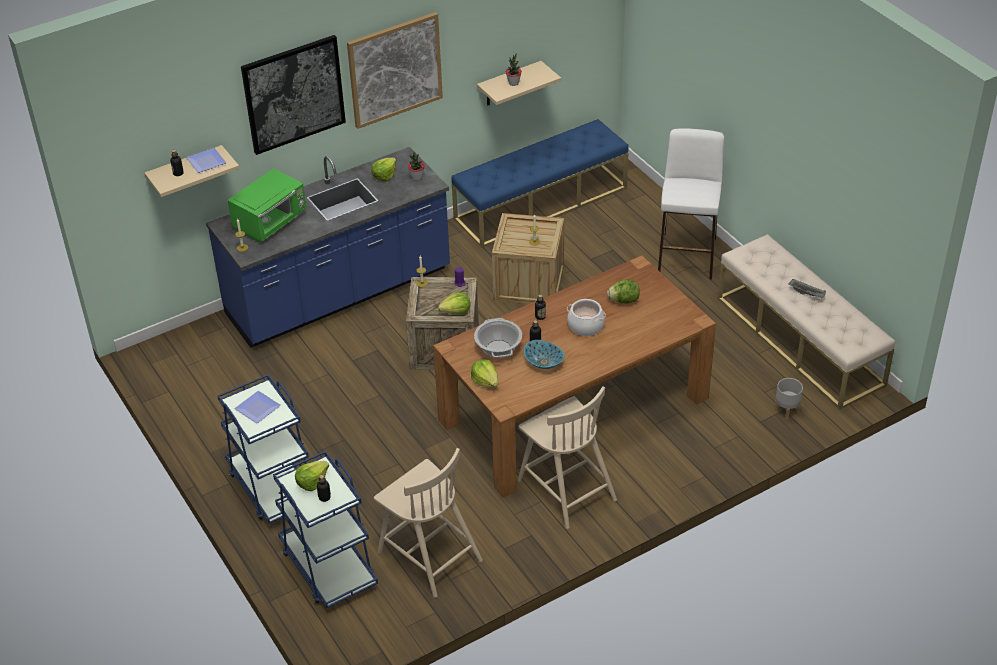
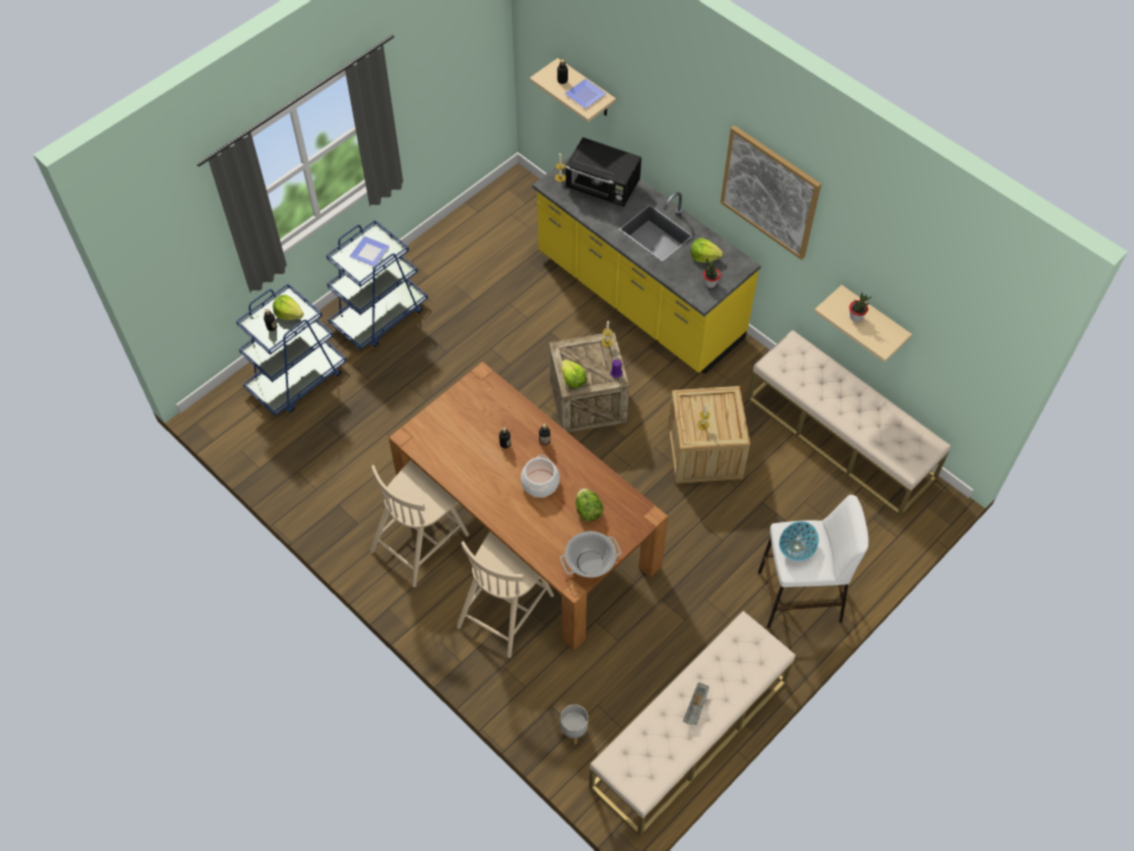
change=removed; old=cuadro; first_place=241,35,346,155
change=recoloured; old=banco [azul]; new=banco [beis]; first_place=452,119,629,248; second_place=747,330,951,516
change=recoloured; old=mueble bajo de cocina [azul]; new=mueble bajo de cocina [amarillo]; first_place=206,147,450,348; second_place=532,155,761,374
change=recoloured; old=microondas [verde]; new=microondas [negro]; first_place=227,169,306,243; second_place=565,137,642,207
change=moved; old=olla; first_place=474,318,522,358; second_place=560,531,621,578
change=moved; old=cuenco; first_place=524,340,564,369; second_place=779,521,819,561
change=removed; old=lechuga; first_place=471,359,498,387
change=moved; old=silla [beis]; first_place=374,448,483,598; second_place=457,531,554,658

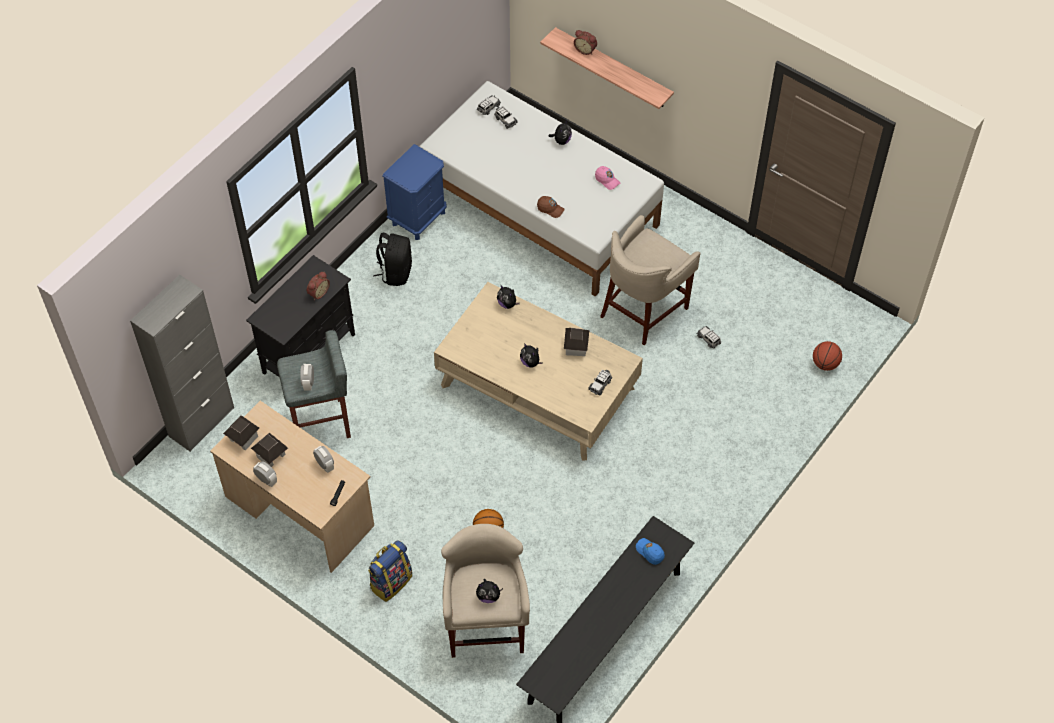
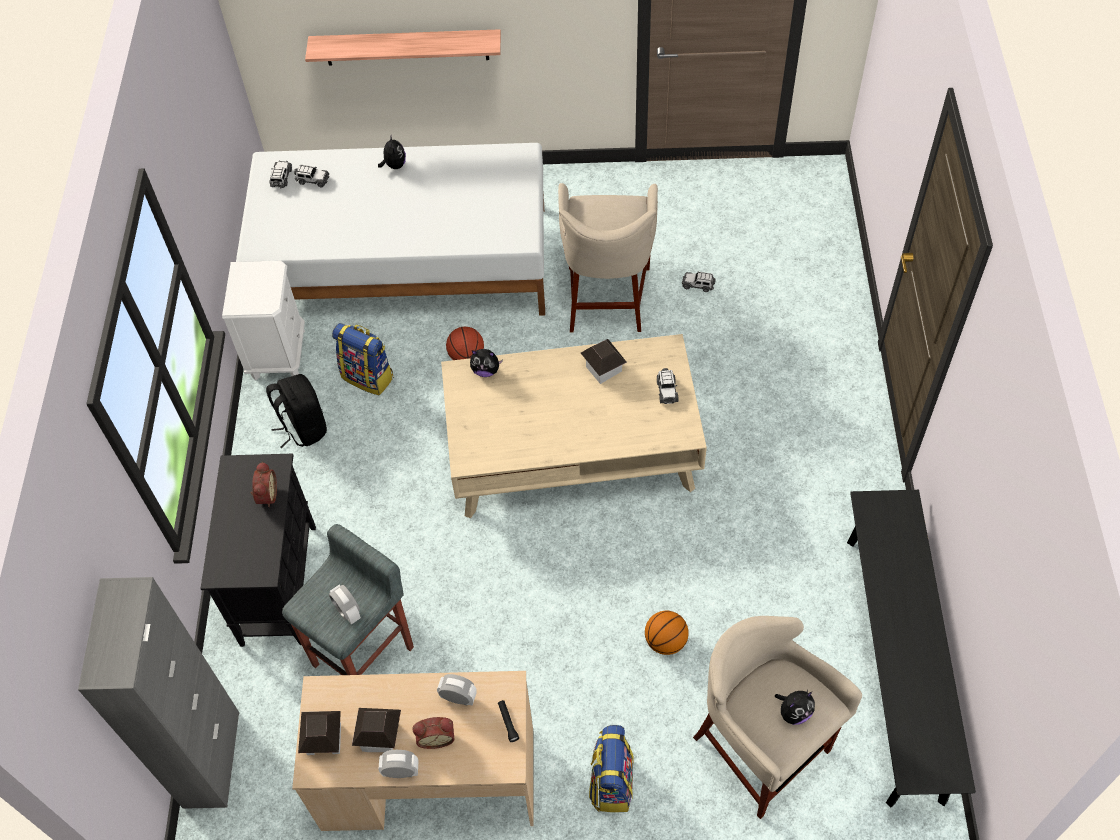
change=moved; old=despertador; first_place=574,30,597,55; second_place=412,717,454,749
change=recoloured; old=mesita de noche [azul]; new=mesita de noche [blanco]; first_place=382,144,447,240; second_place=222,261,305,380
change=removed; old=gorra [rosa]; first_place=595,166,620,190
change=removed; old=gorra [marrón]; first_place=537,196,565,218
change=moved; old=balón de baloncesto; first_place=813,341,842,371; second_place=446,327,484,360
change=removed; old=peluche; first_place=520,343,543,367
change=removed; old=gorra [azul]; first_place=636,538,665,565
change=added; new=mochila; second_place=332,323,394,395

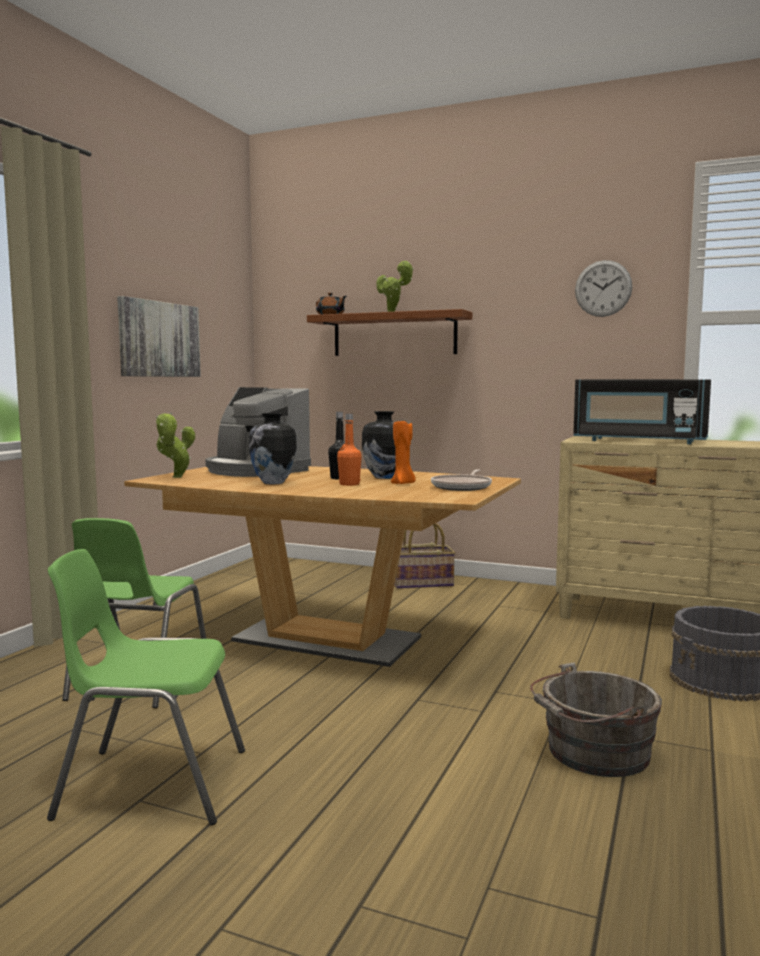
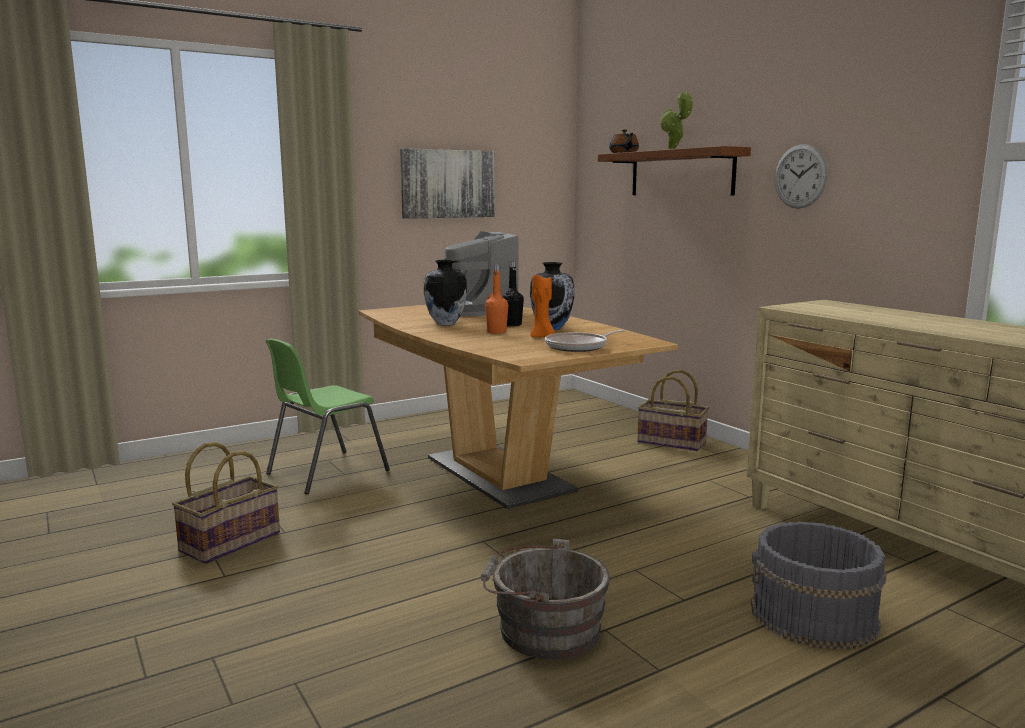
change=moved; old=reloj de pared; first_place=575,260,632,317; second_place=775,144,828,209
change=removed; old=microondas [negro]; first_place=573,379,711,444
change=removed; old=planta en maceta; first_place=156,412,195,478
change=replaced; old=silla [verde]; new=cesta; first_place=47,549,245,825; second_place=172,442,280,564

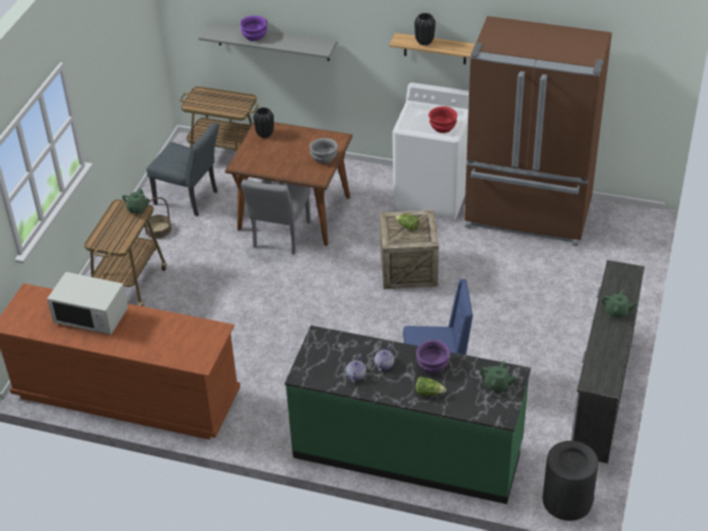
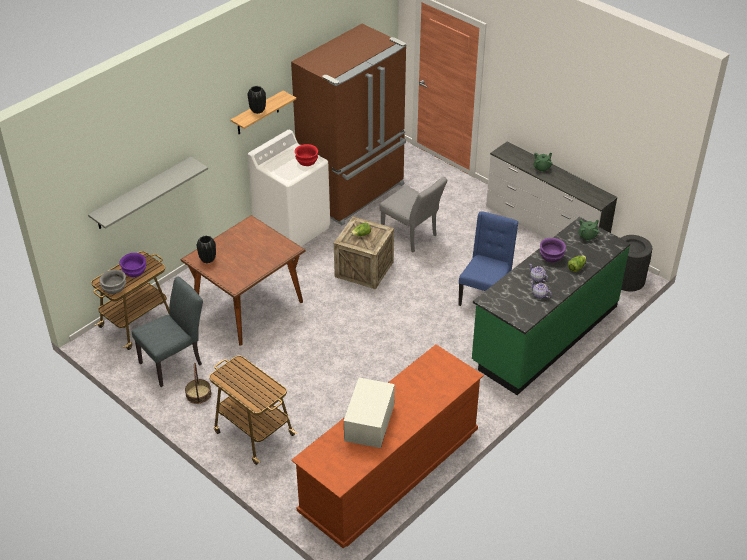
change=moved; old=cuenco [morado]; first_place=240,16,267,41; second_place=119,253,146,277
change=moved; old=cuenco [gris]; first_place=310,138,338,163; second_place=99,269,126,294
change=moved; old=silla [gris]; first_place=241,179,311,254; second_place=379,177,447,252
change=removed; old=tetera [verde]; first_place=122,188,150,214
change=turned; old=microondas [blanco]; first_place=47,272,128,335; second_place=344,378,395,448; degrees=150

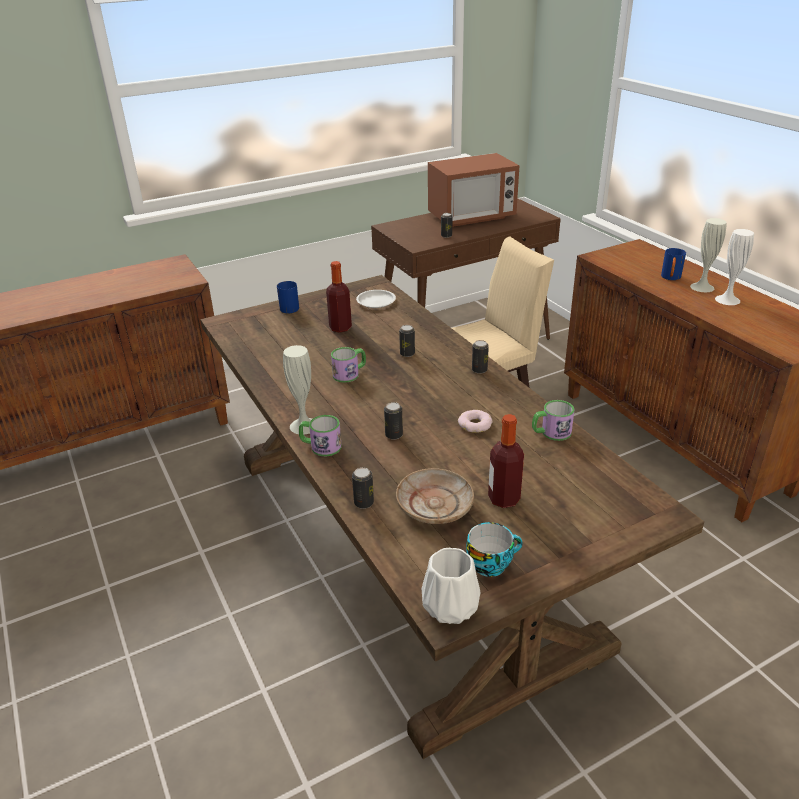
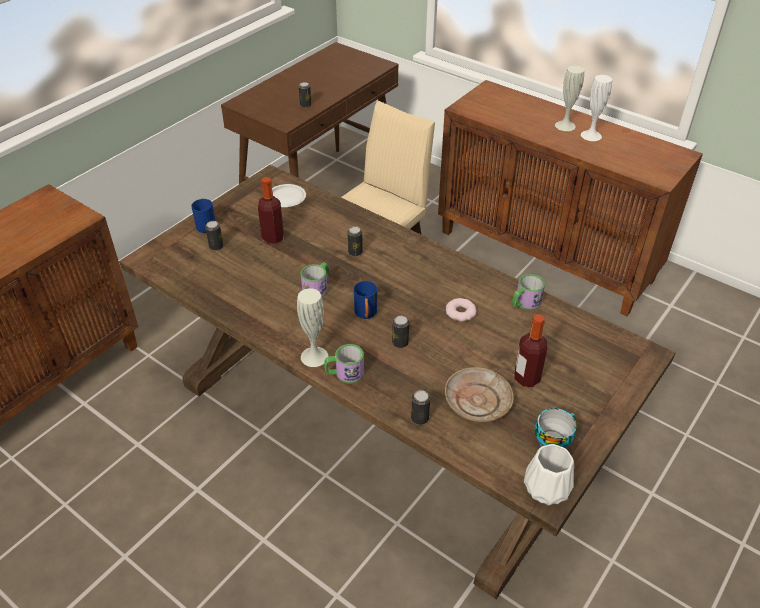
change=removed; old=microondas; first_place=428,153,520,227
change=moved; old=taza grande [azul]; first_place=661,248,686,280; second_place=354,281,377,319
change=moved; old=lata; first_place=472,340,489,374; second_place=205,221,223,250

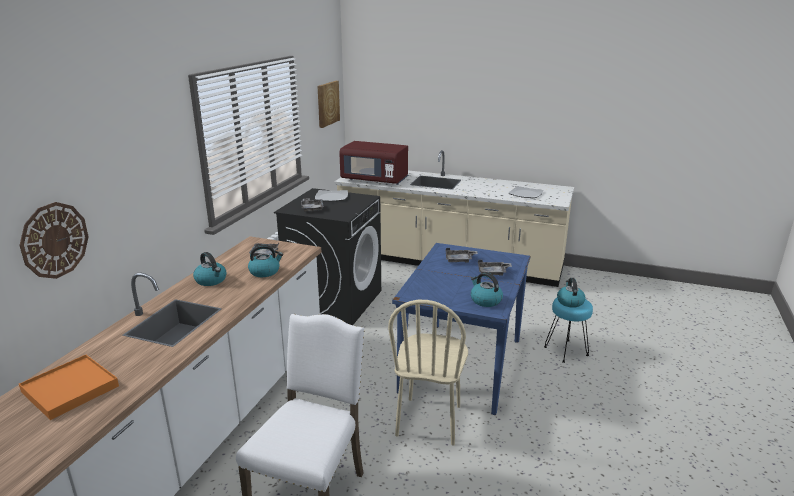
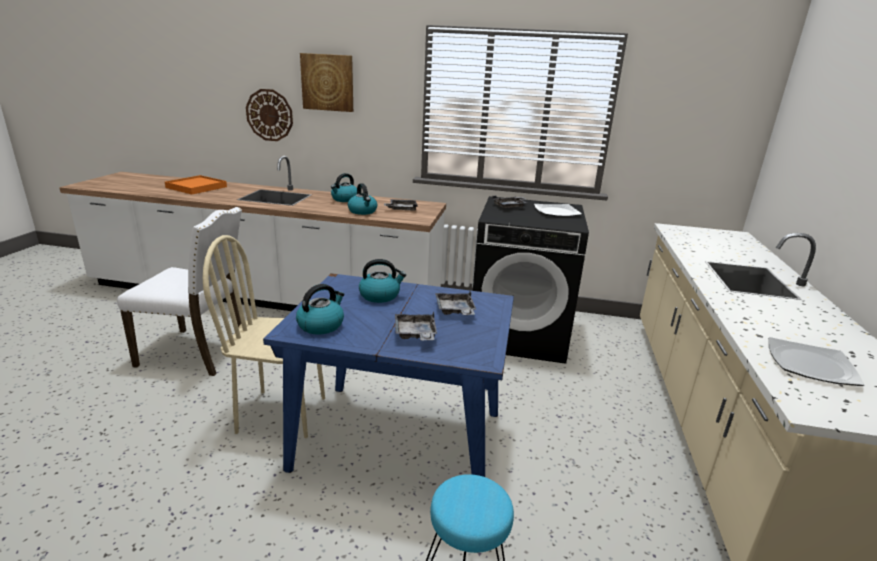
change=moved; old=cuadro; first_place=317,81,340,128; second_place=300,53,353,112
change=removed; old=microondas [rojo]; first_place=339,141,408,185
change=moved; old=hervidor; first_place=557,278,586,308; second_place=359,259,406,303

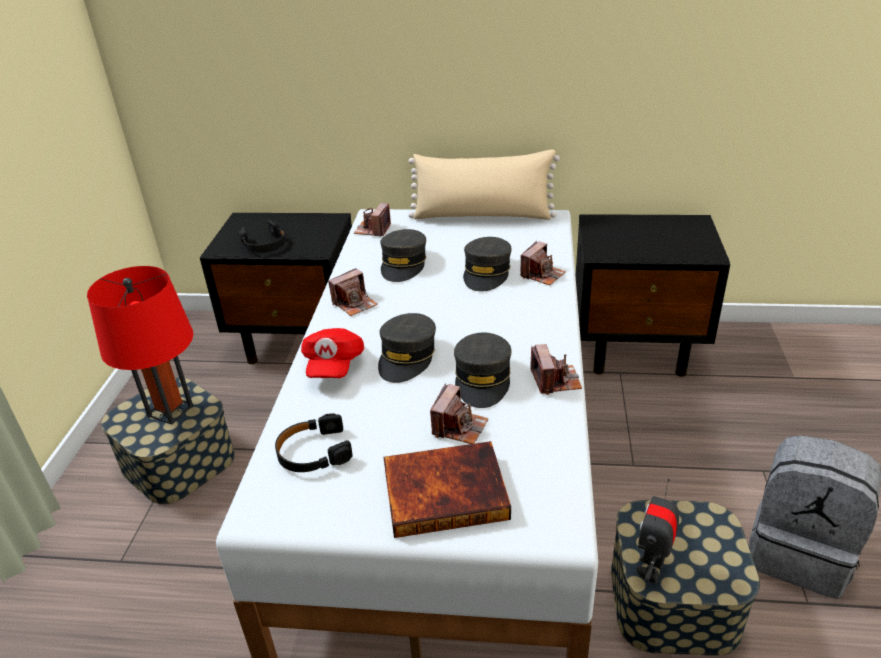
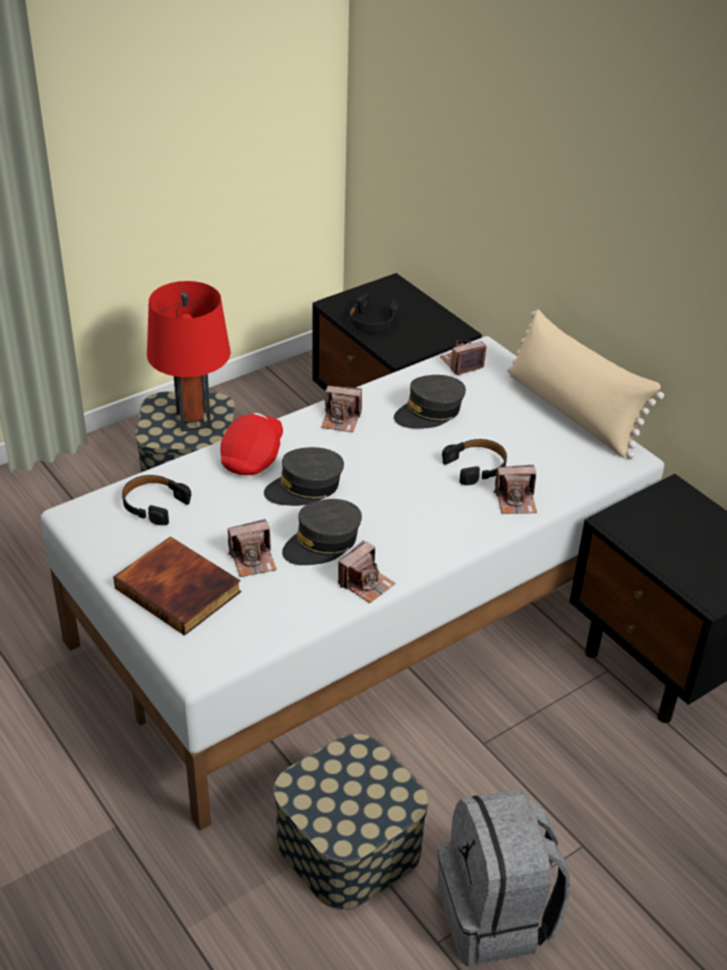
change=replaced; old=gorra [gris]; new=auriculares [negro]; first_place=463,237,512,292; second_place=442,439,507,485
change=turned; old=gorra [rojo]; first_place=301,328,364,378; second_place=221,413,283,475; degrees=150
change=removed; old=robot de juguete; first_place=636,479,679,584

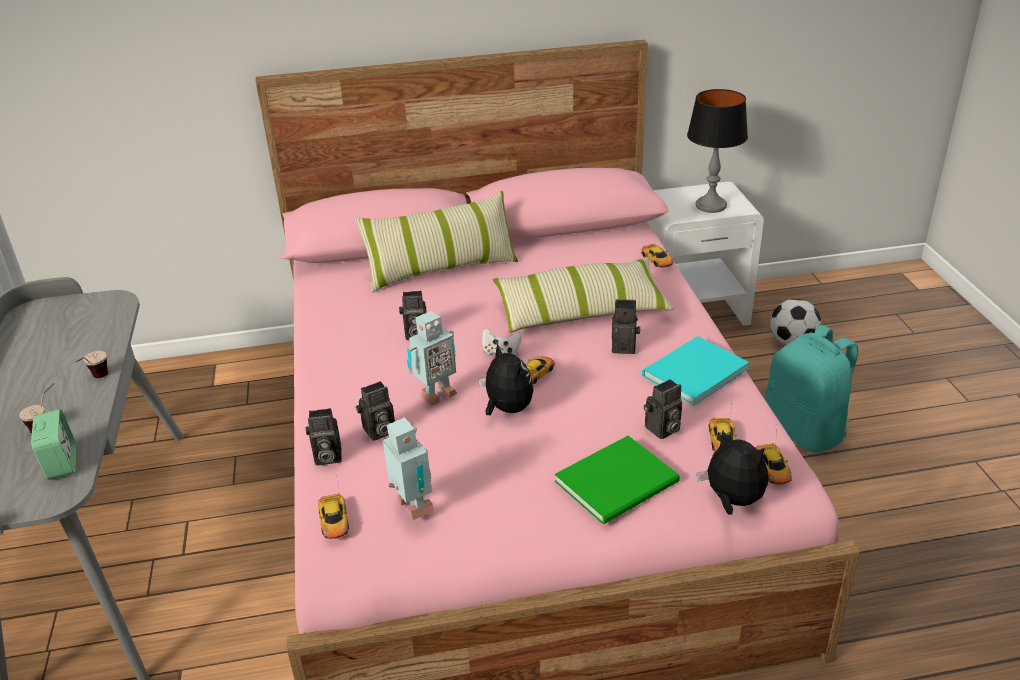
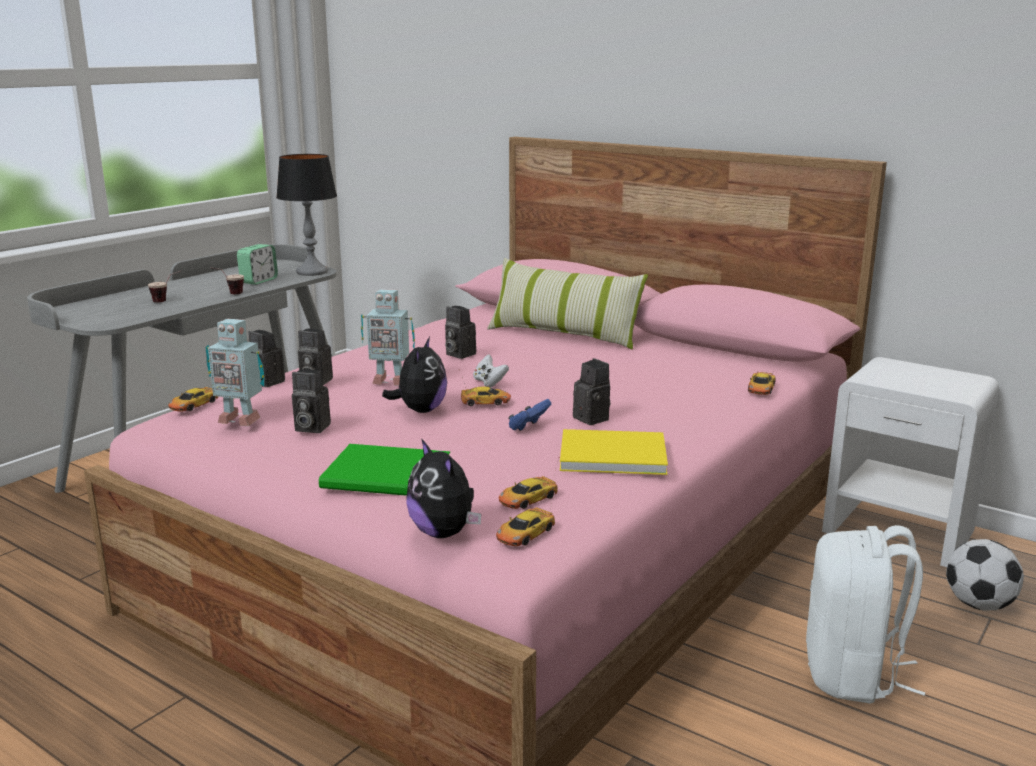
change=moved; old=lámpara de mesa; first_place=687,89,748,213; second_place=276,154,337,276
change=removed; old=cojín; first_place=493,257,673,333
change=recoloured; old=mochila [turquesa]; new=mochila [blanco]; first_place=765,325,858,452; second_place=806,525,925,704
change=recoloured; old=libro [turquesa]; new=libro [amarillo]; first_place=642,336,749,406; second_place=560,429,668,475
change=moved; old=cámara; first_place=644,379,682,439; second_place=292,369,331,433
change=moved; old=despertador; first_place=31,409,76,480; second_place=237,244,278,285
change=turned; old=robot de juguete; first_place=383,417,434,520; second_place=205,319,264,426; degrees=90
change=turned; old=peluche; first_place=697,430,768,515; second_place=406,440,481,538; degrees=150
change=added; new=mando de consola [azul]; second_place=508,399,551,431

